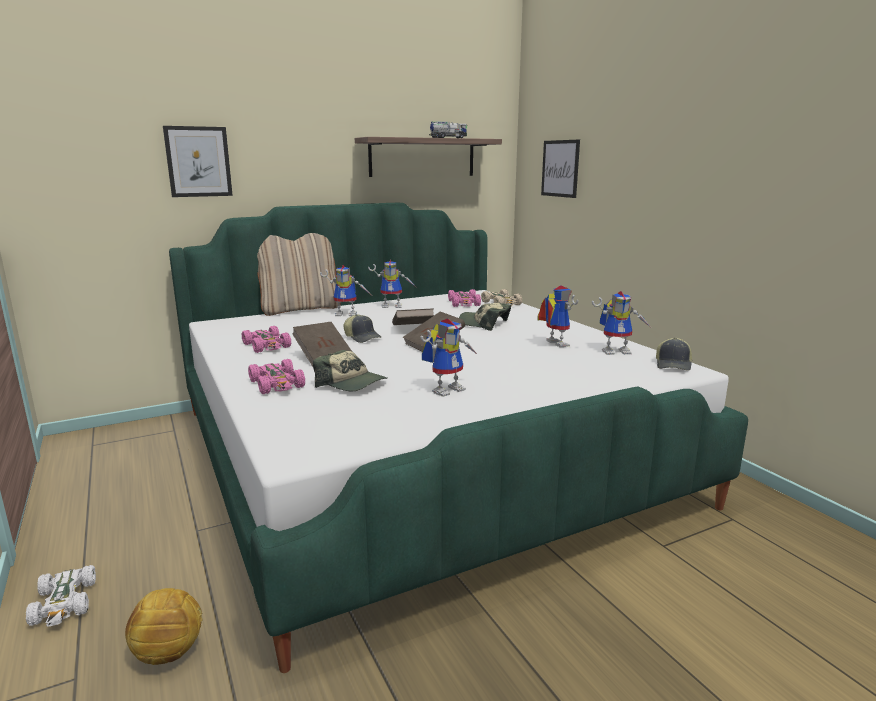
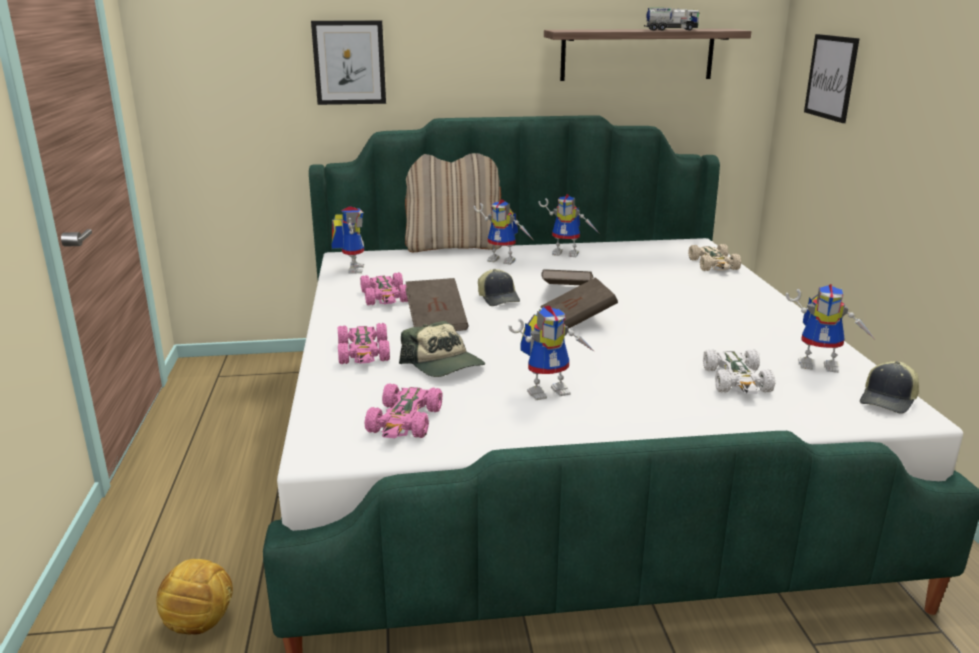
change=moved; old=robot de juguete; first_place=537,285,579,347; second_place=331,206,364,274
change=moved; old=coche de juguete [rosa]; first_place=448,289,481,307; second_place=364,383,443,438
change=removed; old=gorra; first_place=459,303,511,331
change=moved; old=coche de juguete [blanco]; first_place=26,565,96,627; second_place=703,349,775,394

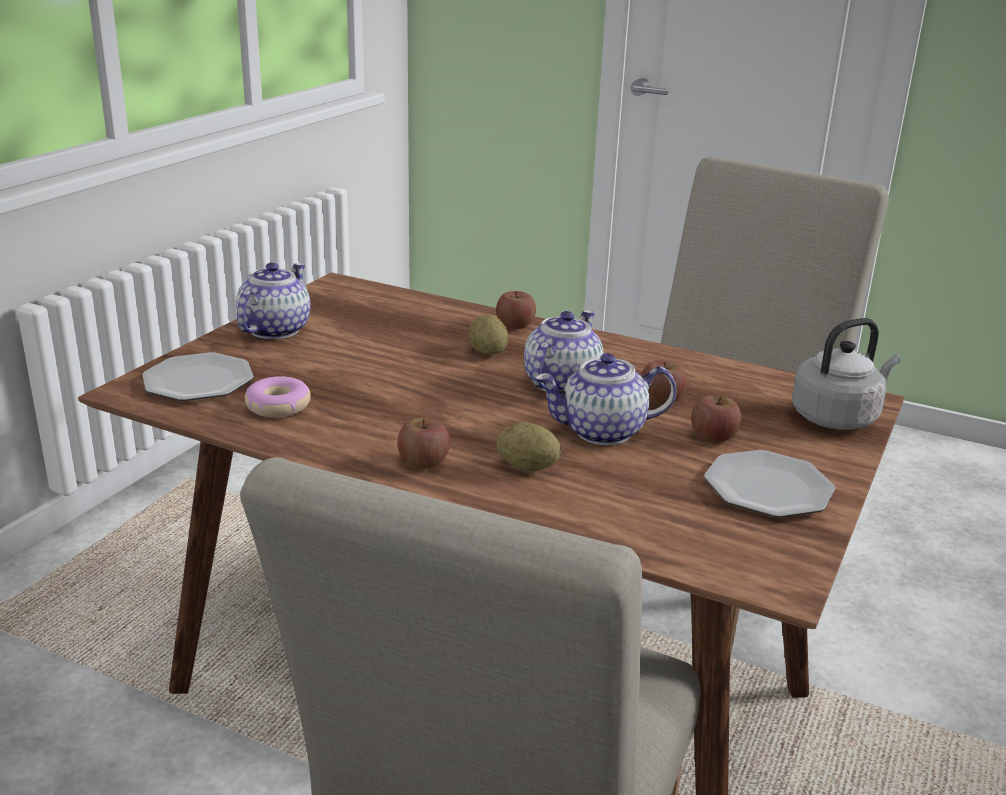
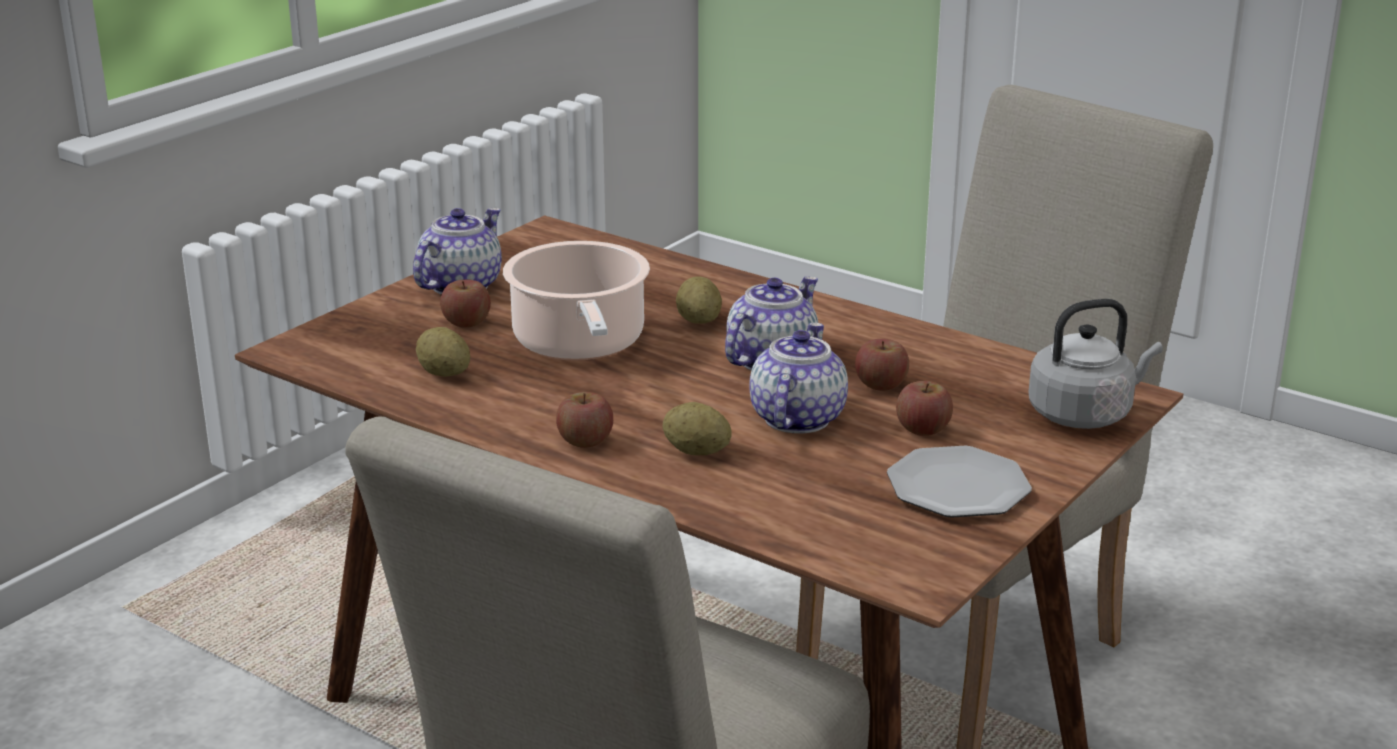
change=moved; old=manzana; first_place=496,291,536,329; second_place=440,279,491,328
change=removed; old=plato; first_place=142,352,254,401
change=turned; old=tetera; first_place=535,353,677,445; second_place=749,323,848,434; degrees=105
change=replaced; old=rosquilla; new=patata; first_place=245,376,311,418; second_place=416,327,470,377
change=added; new=olla; second_place=503,241,650,361

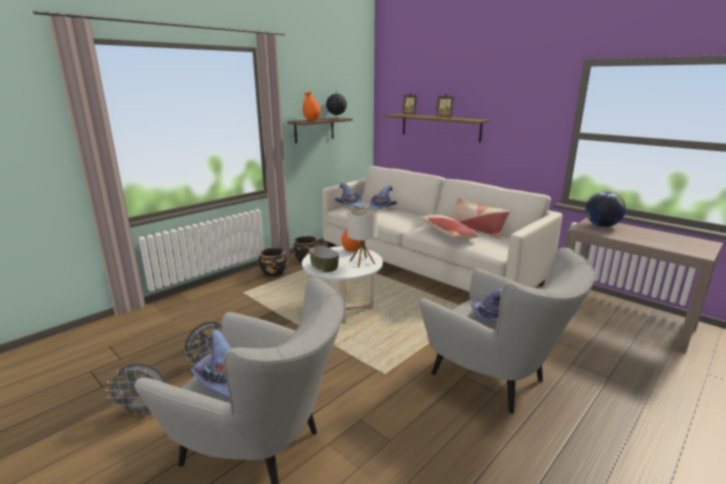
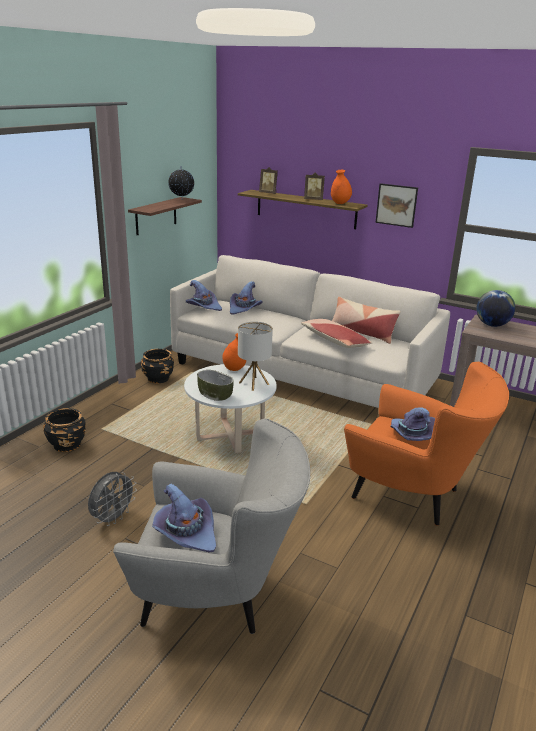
change=moved; old=florero [naranja]; first_place=303,92,321,121; second_place=331,170,352,204
change=moved; old=maceta [negro]; first_place=258,248,287,278; second_place=43,408,86,452
change=recoloured; old=sillón [gris]; new=sillón [naranja]; first_place=419,248,595,414; second_place=344,362,509,526
change=removed; old=ventilador [gris]; first_place=105,363,166,416
change=added; new=cuadro; second_place=375,183,418,228

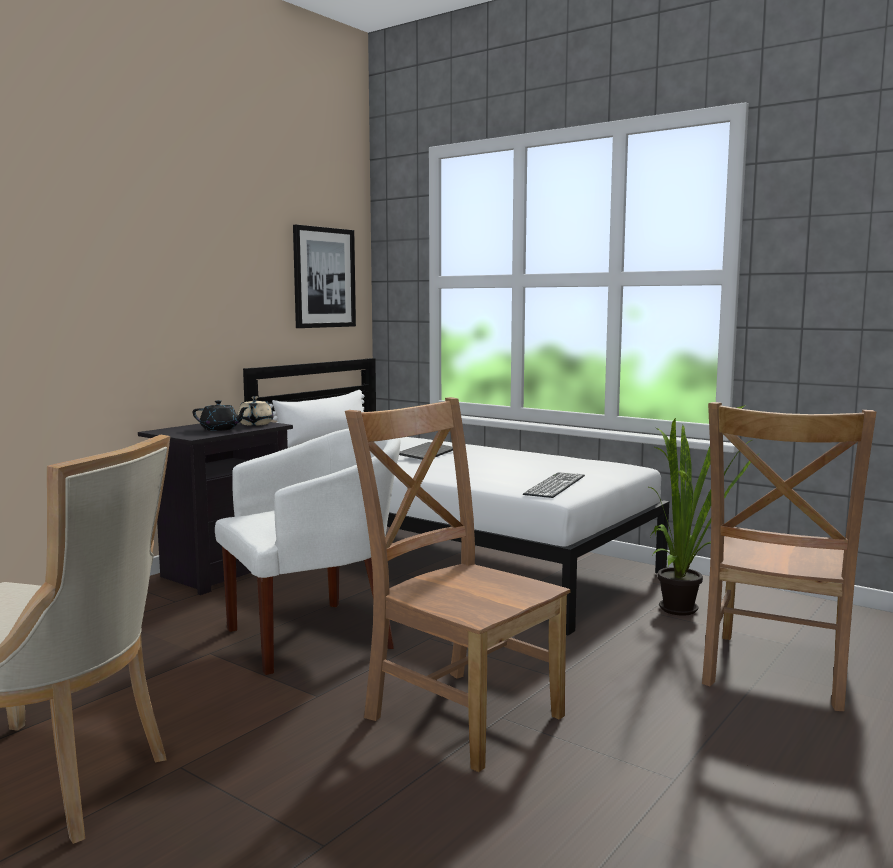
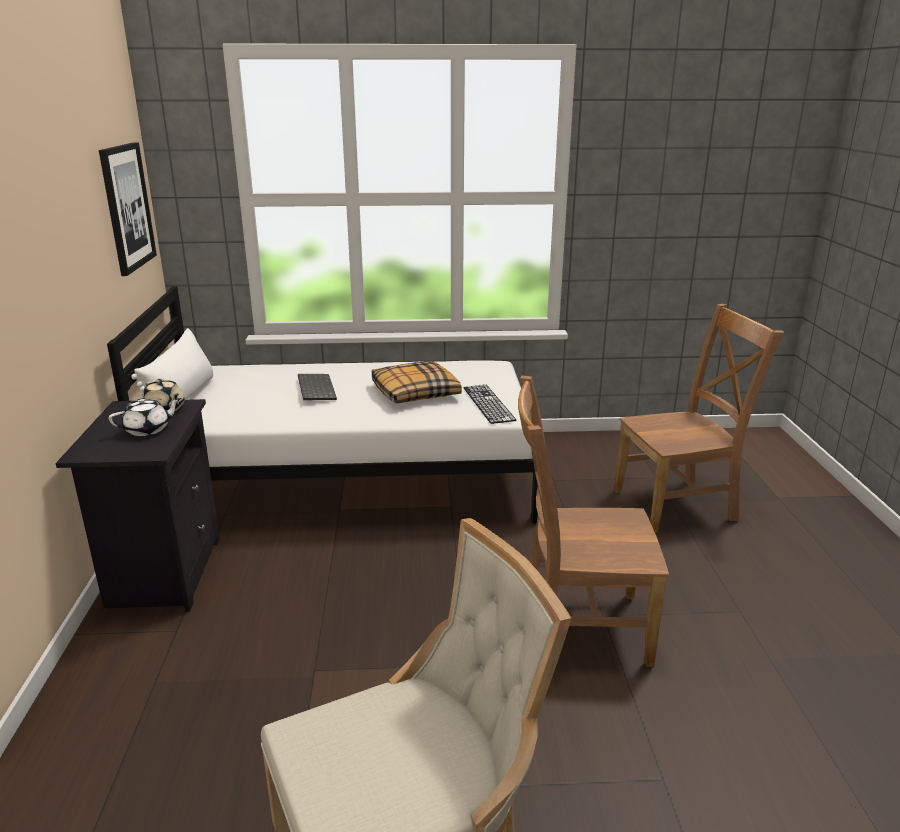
change=recoloured; old=tetera [negro]; new=tetera [blanco]; first_place=193,400,249,431; second_place=109,398,181,436
change=turned; old=silla [marrón]; first_place=702,402,876,711; second_place=614,304,784,532; degrees=-90
change=removed; old=planta en maceta; first_place=647,405,758,616
change=removed; old=sillón [blanco]; first_place=215,428,401,675
change=added; new=cojín; second_place=372,361,462,403

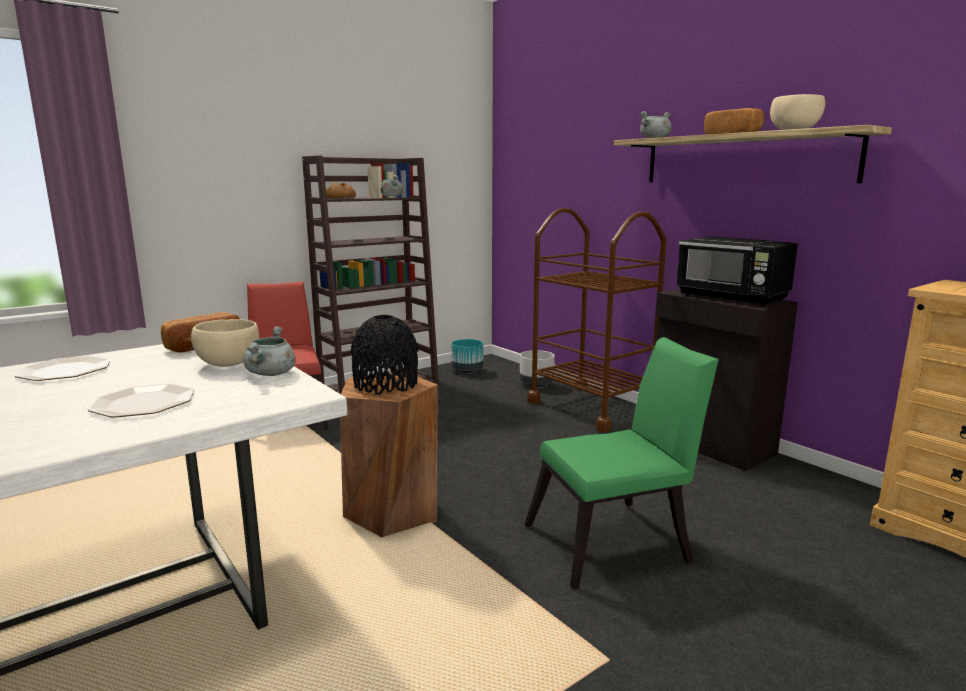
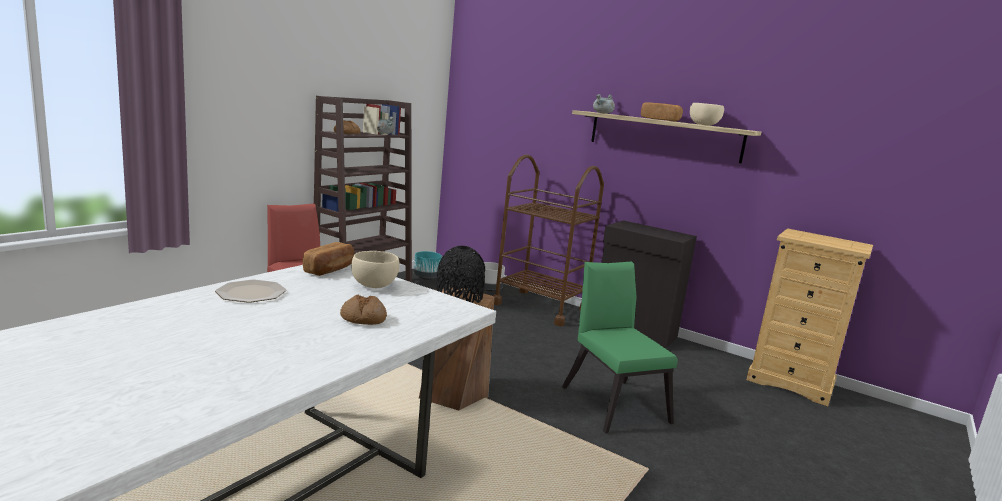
change=removed; old=microondas [negro]; first_place=676,237,798,306
change=removed; old=olla [gris]; first_place=243,326,295,376
change=turned; old=silla [verde]; first_place=524,337,719,589; second_place=562,262,678,434; degrees=-75
change=replaced; old=plato; new=pan; first_place=88,384,195,418; second_place=340,295,387,325

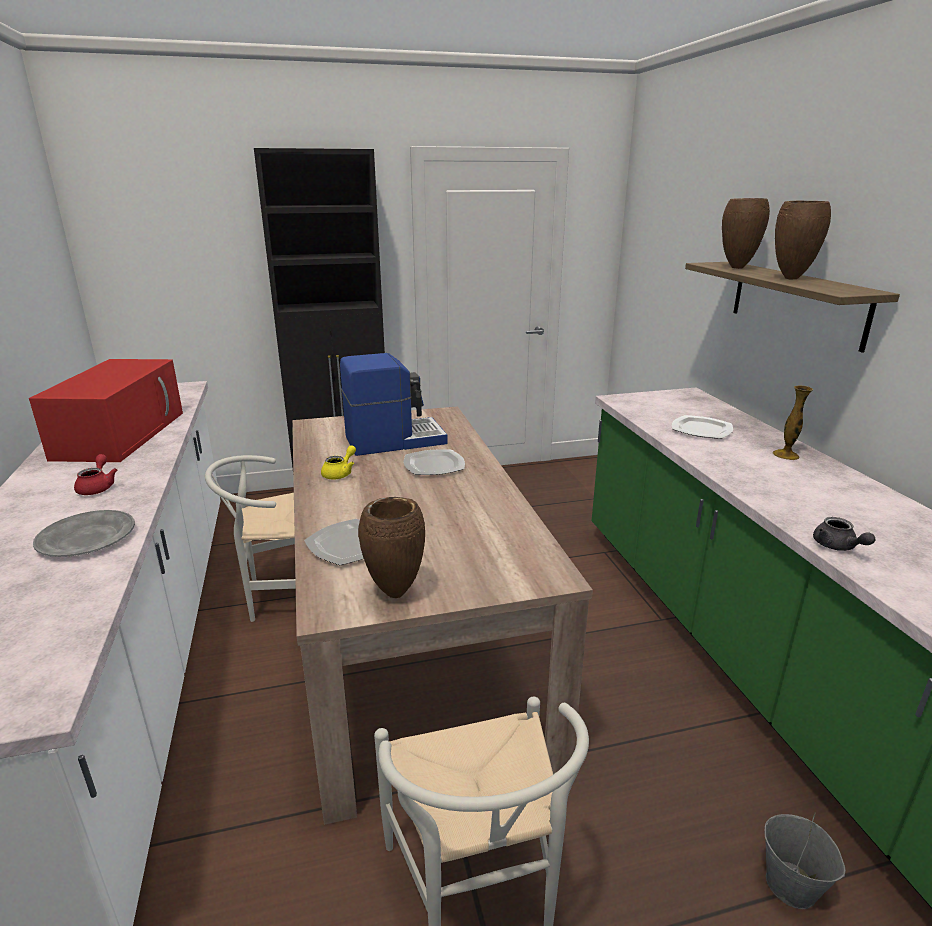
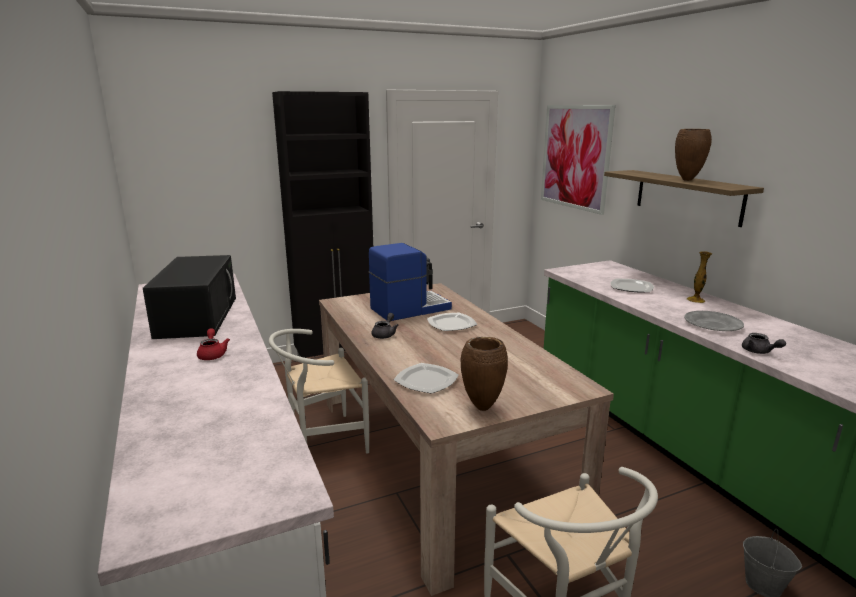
change=removed; old=florero [marrón]; first_place=722,198,770,269
change=recoloured; old=microondas [rojo]; new=microondas [negro]; first_place=29,359,183,462; second_place=143,255,236,339
change=recoloured; old=tetera [amarillo]; new=tetera [gris]; first_place=321,445,356,479; second_place=372,313,399,339
change=moved; old=plato [gris]; first_place=33,510,135,557; second_place=684,311,744,331
change=added; new=cuadro; second_place=541,105,615,215

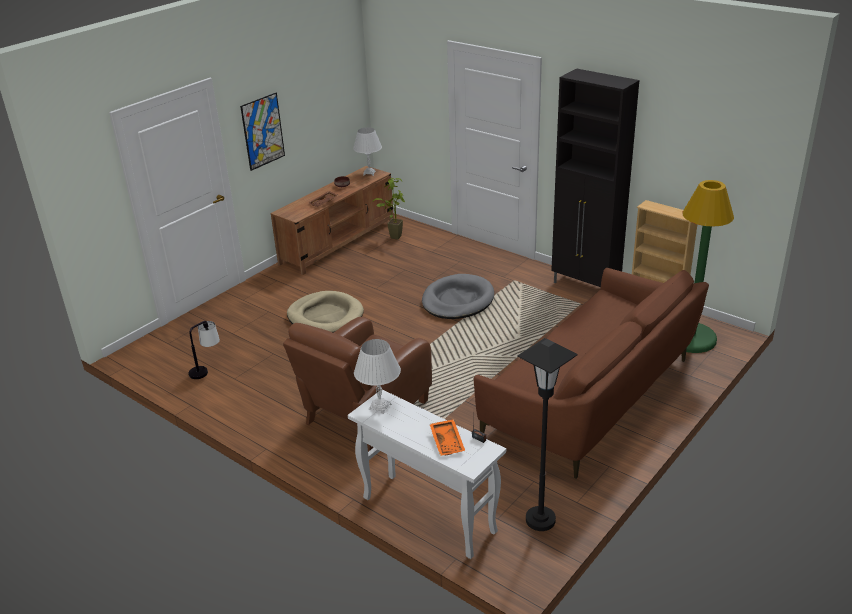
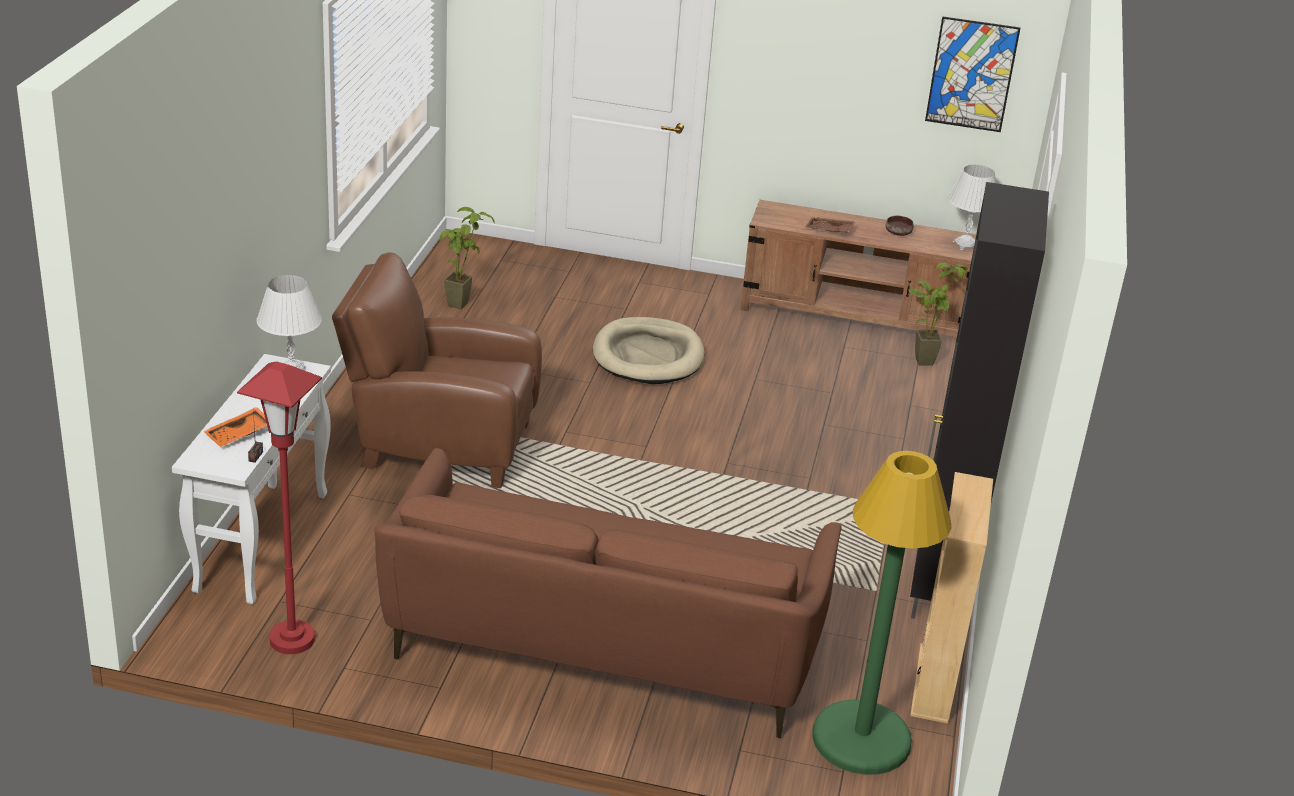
change=moved; old=cuadro; first_place=240,93,285,171; second_place=925,16,1020,132
change=removed; old=cama para perro [gris]; first_place=422,274,494,319
change=replaced; old=lámpara de mesa; new=planta en maceta; first_place=188,321,220,379; second_place=440,207,495,309
change=recoloured; old=lámpara de pie [negro]; new=lámpara de pie [rojo]; first_place=517,338,578,531; second_place=237,361,322,654

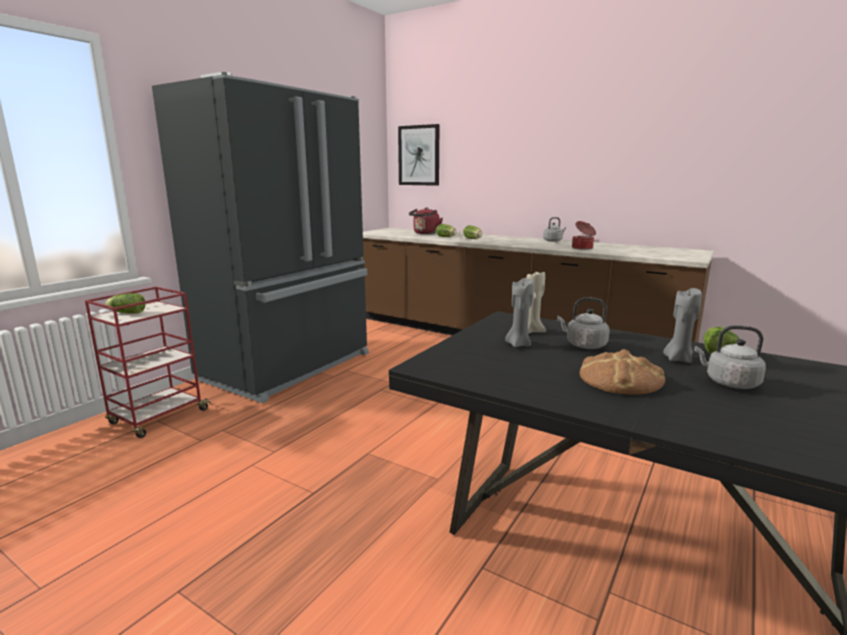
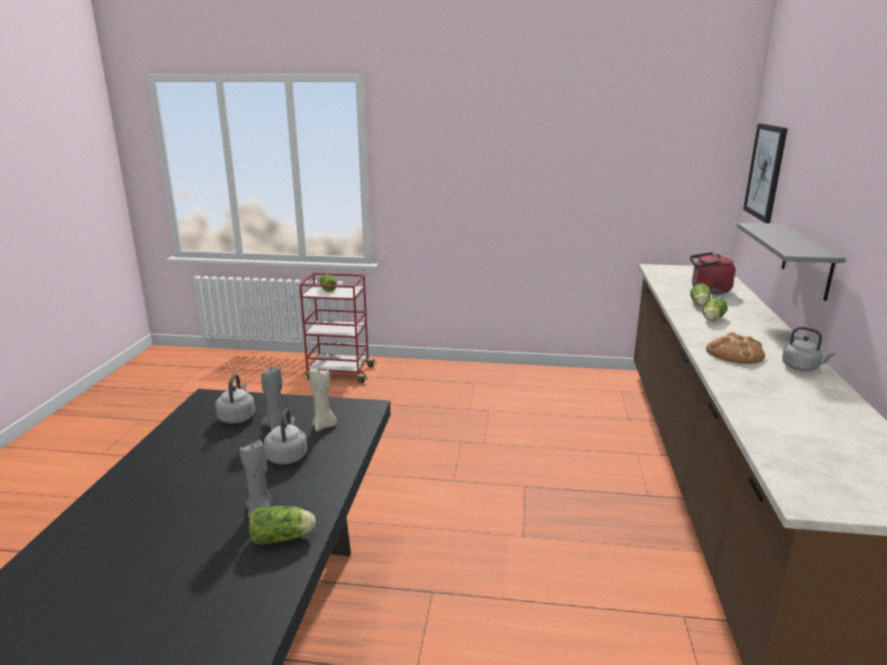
change=removed; old=nevera [negro]; first_place=152,72,369,403
change=removed; old=olla; first_place=572,221,596,250
change=moved; old=hervidor [gris]; first_place=694,325,766,389; second_place=215,374,255,424
change=moved; old=pan; first_place=579,349,665,395; second_place=706,332,765,364
change=added; new=estante [gris]; second_place=737,223,845,301

